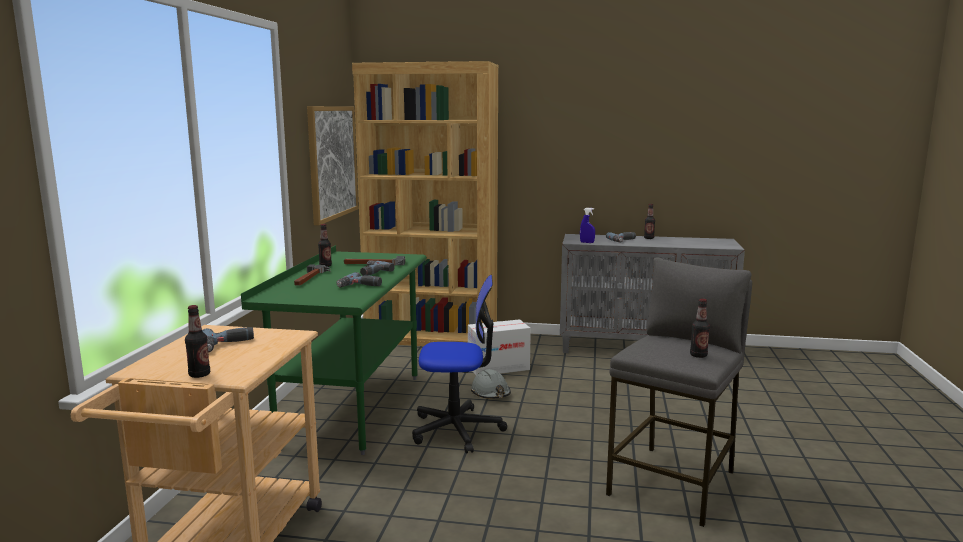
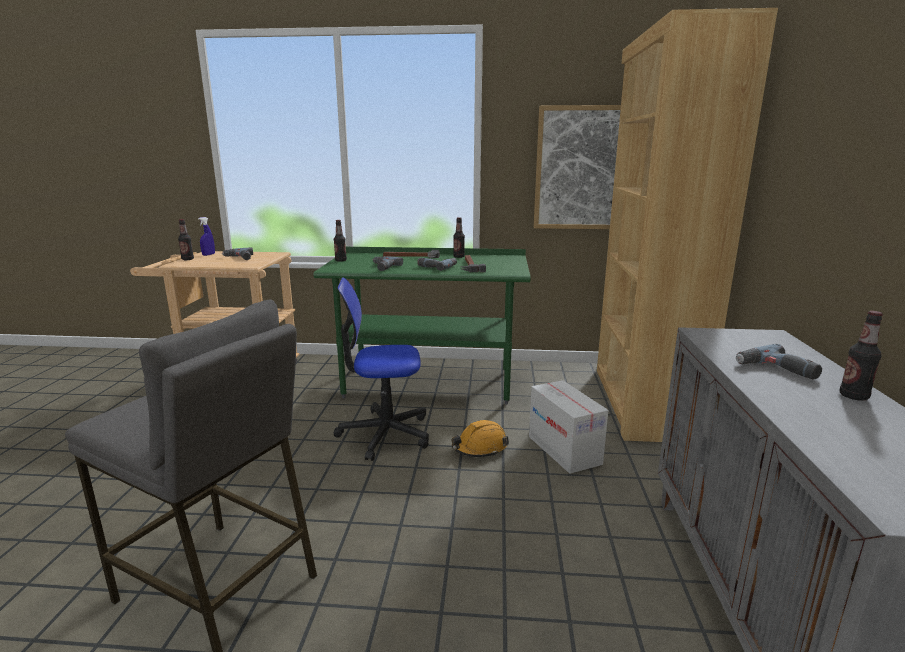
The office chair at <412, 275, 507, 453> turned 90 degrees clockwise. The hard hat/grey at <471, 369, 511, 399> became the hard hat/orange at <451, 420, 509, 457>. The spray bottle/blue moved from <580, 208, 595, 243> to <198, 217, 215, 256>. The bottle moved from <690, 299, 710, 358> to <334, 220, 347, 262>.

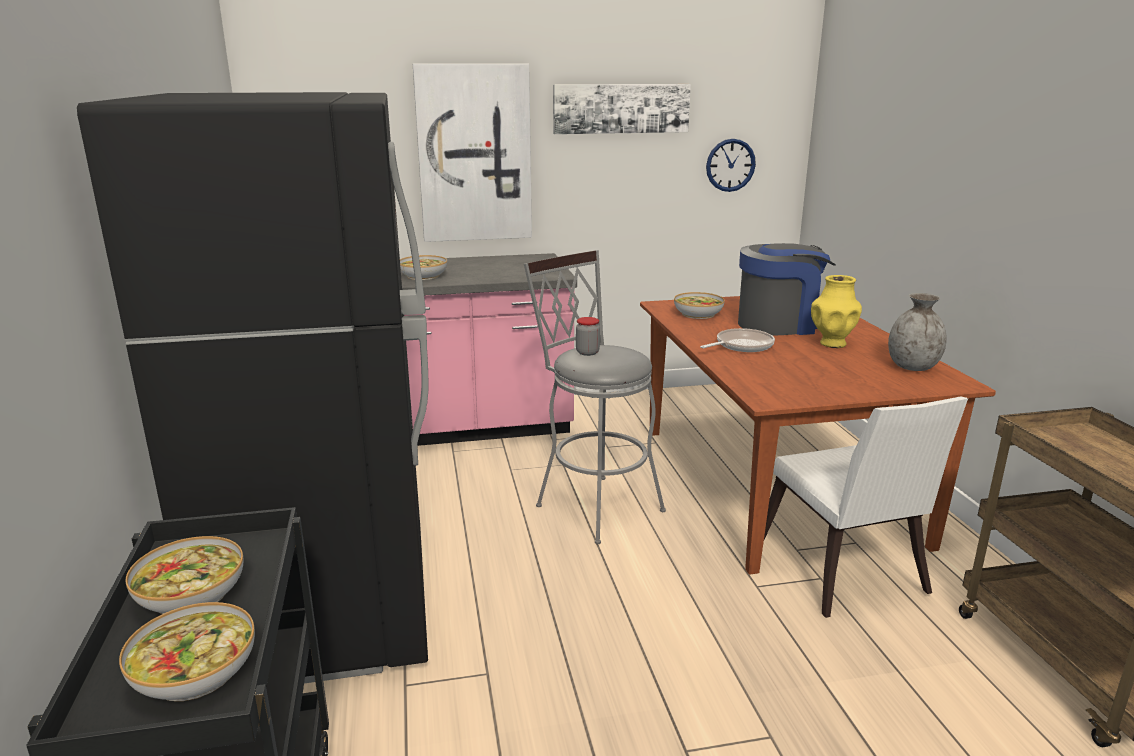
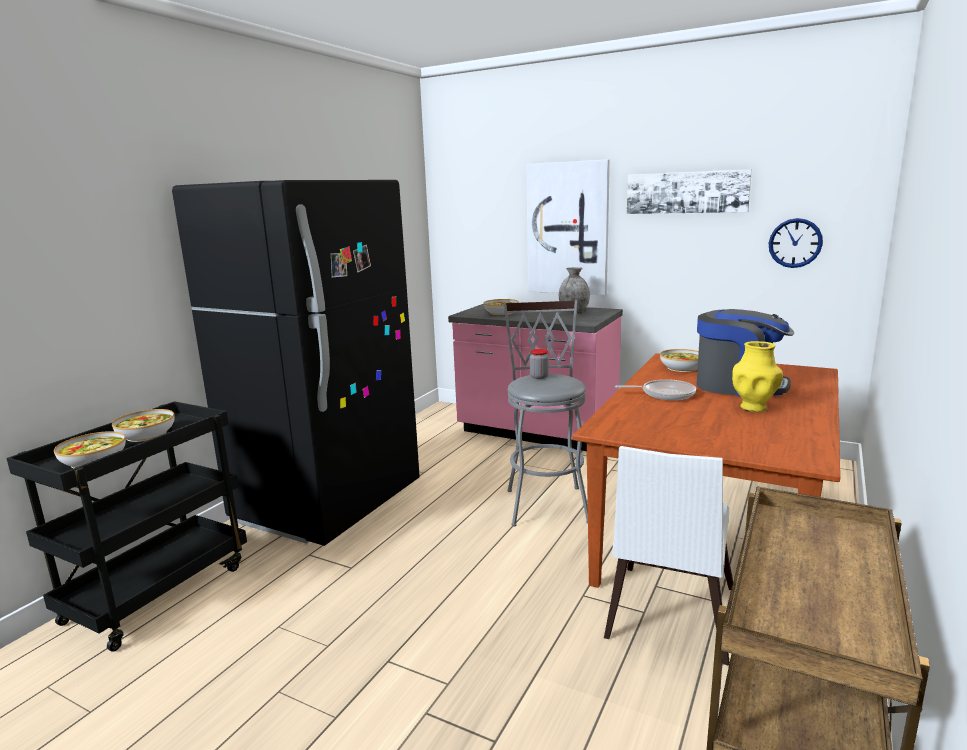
The vase/grey moved from <888, 293, 947, 371> to <559, 267, 590, 312>.

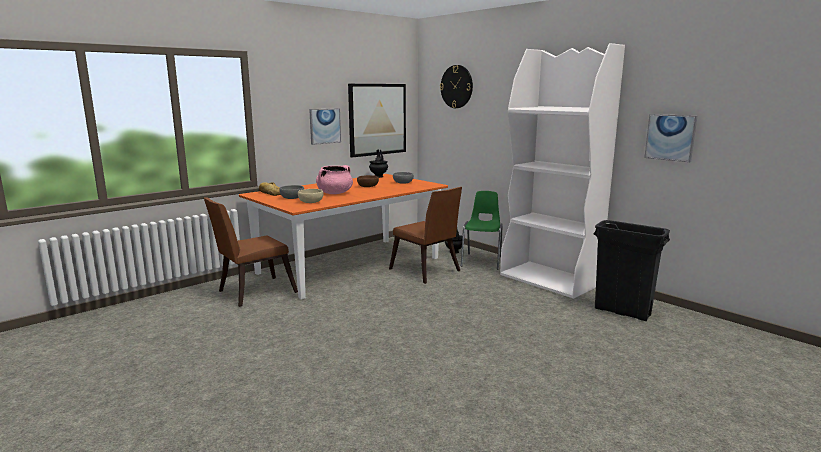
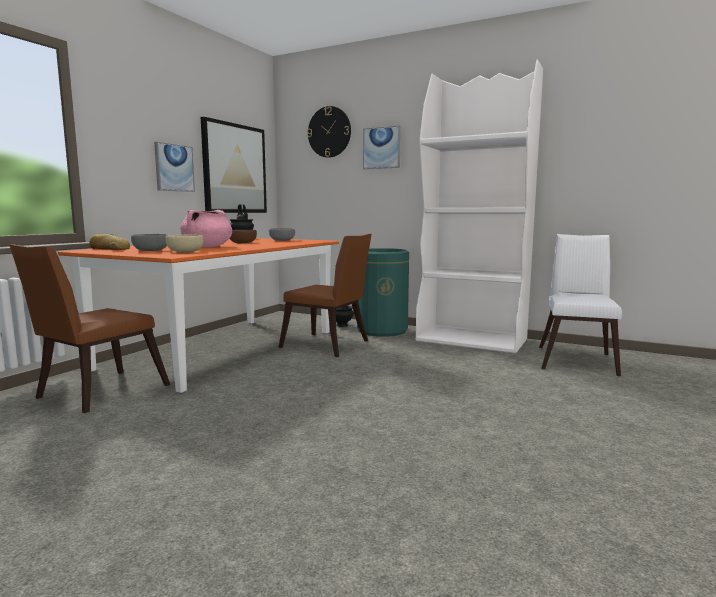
The chair/green at <461, 191, 503, 269> was replaced by the trash can/green at <357, 248, 409, 337>. The trash can/black at <594, 220, 670, 321> was replaced by the chair/white at <539, 234, 622, 376>. The picture moved from <644, 114, 697, 162> to <363, 126, 401, 169>.

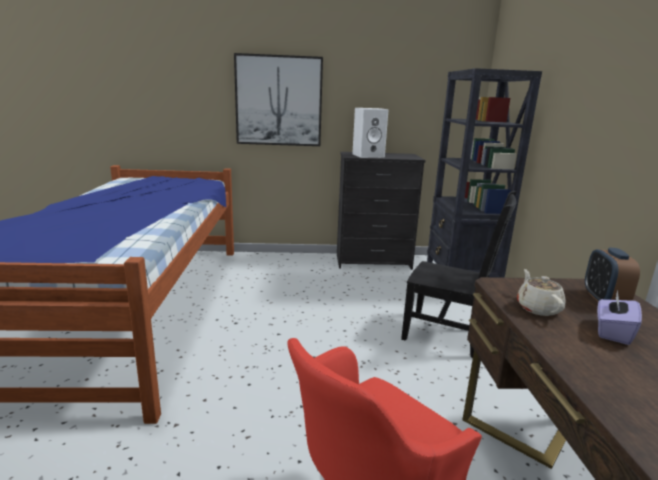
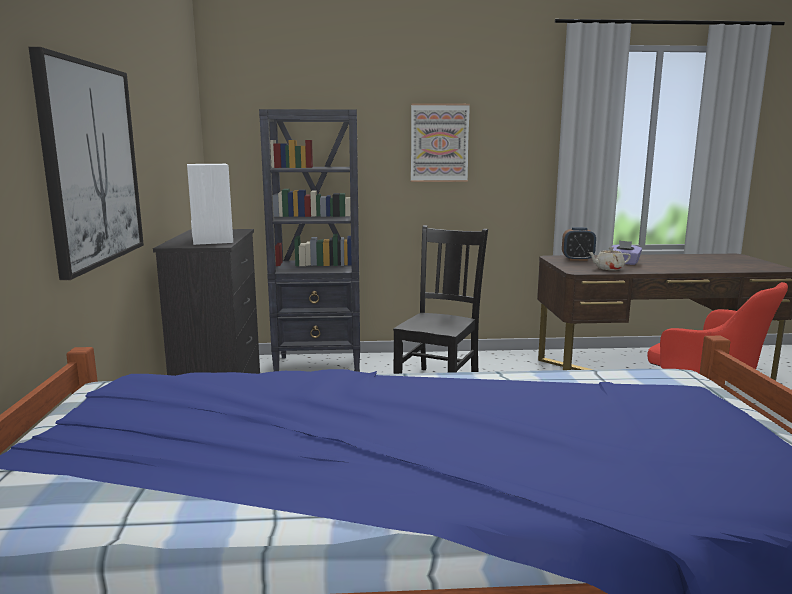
The picture at <411, 103, 470, 182> appeared.

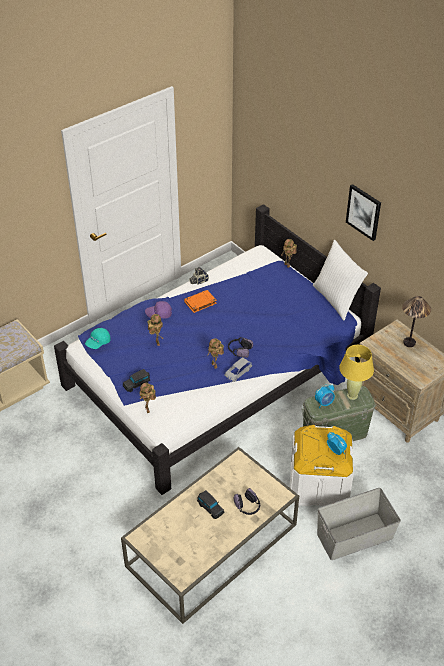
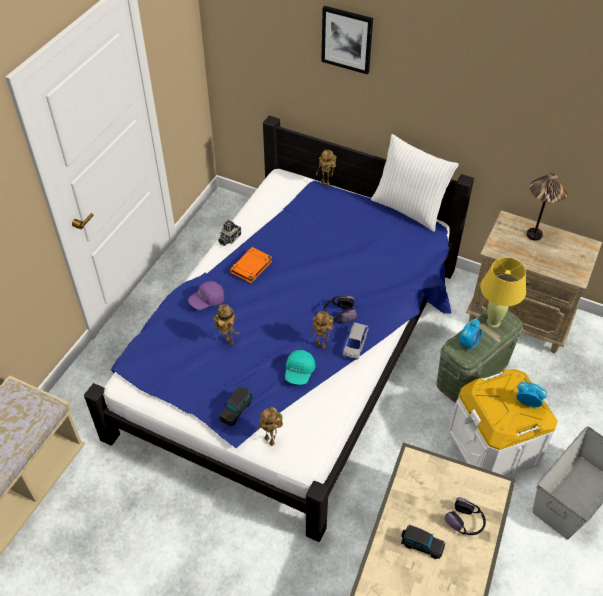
The cap/turquoise moved from <85, 328, 111, 349> to <285, 350, 316, 385>. The picture moved from <346, 184, 381, 241> to <321, 6, 373, 75>.

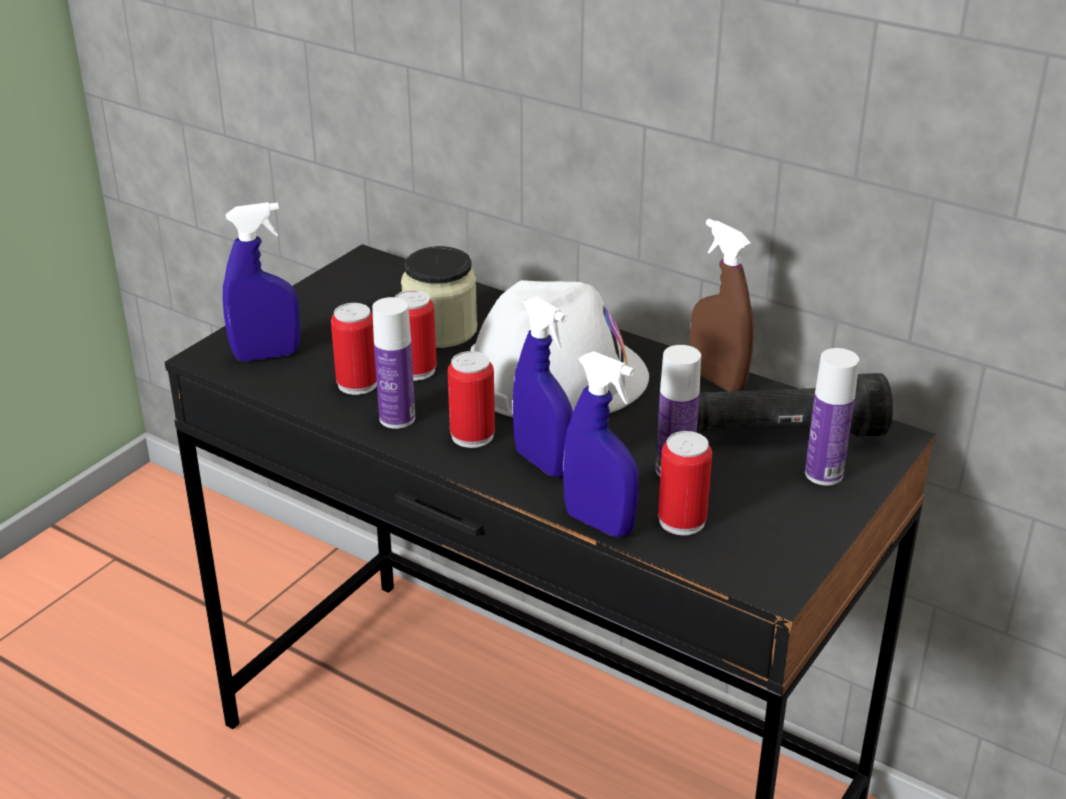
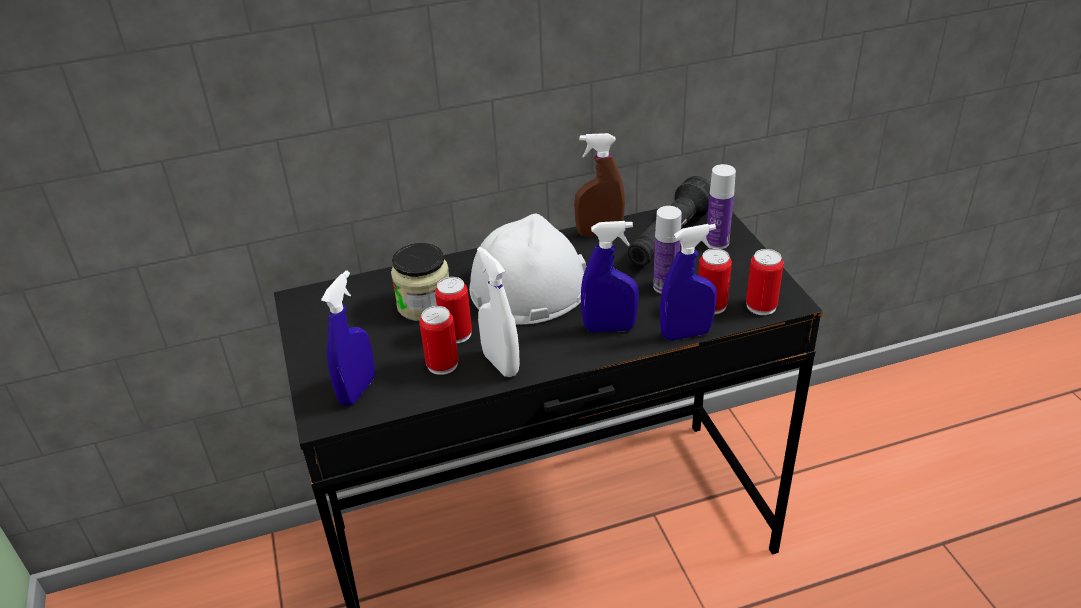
The bottle at <372, 297, 415, 429> was replaced by the spray bottle/white at <477, 247, 520, 377>. The can moved from <448, 351, 495, 448> to <746, 249, 784, 315>.

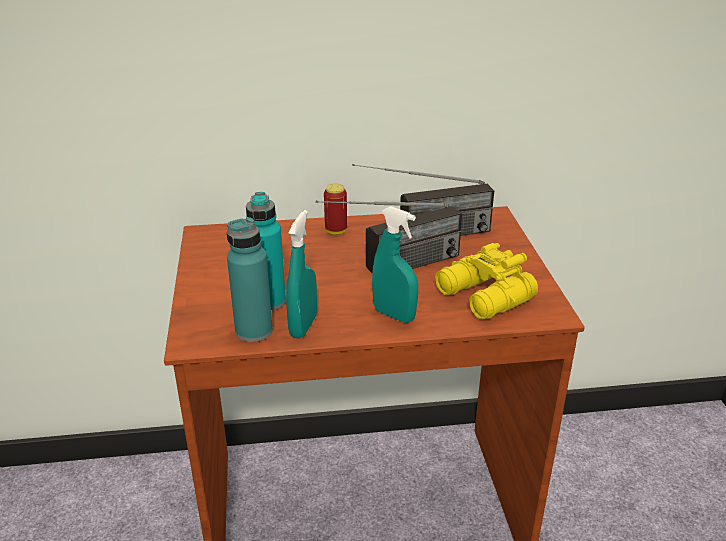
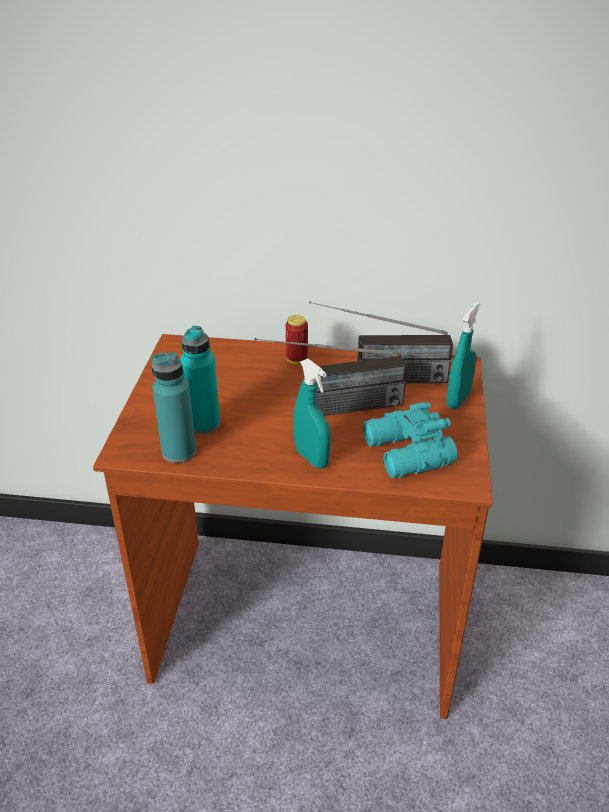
The spray bottle/turquoise moved from <286, 210, 317, 339> to <446, 302, 480, 409>. The binoculars/yellow at <435, 243, 538, 320> became the binoculars/turquoise at <363, 402, 457, 478>.

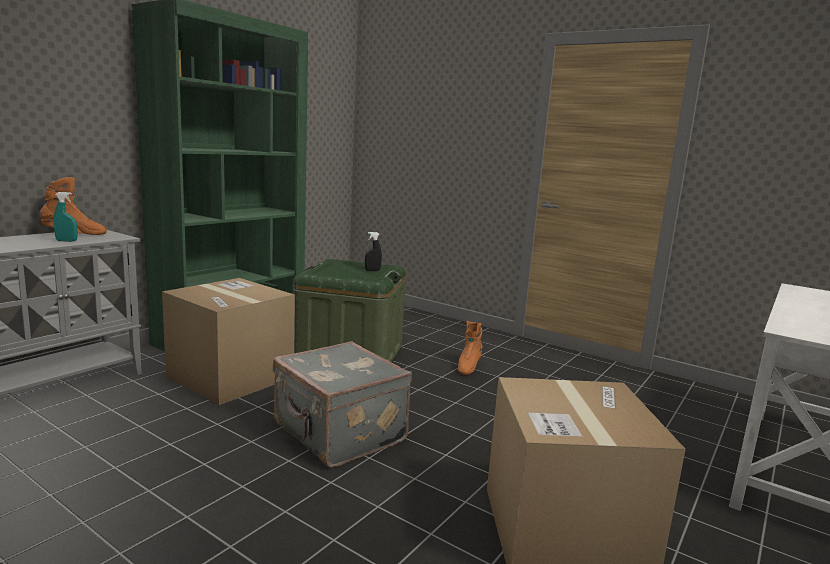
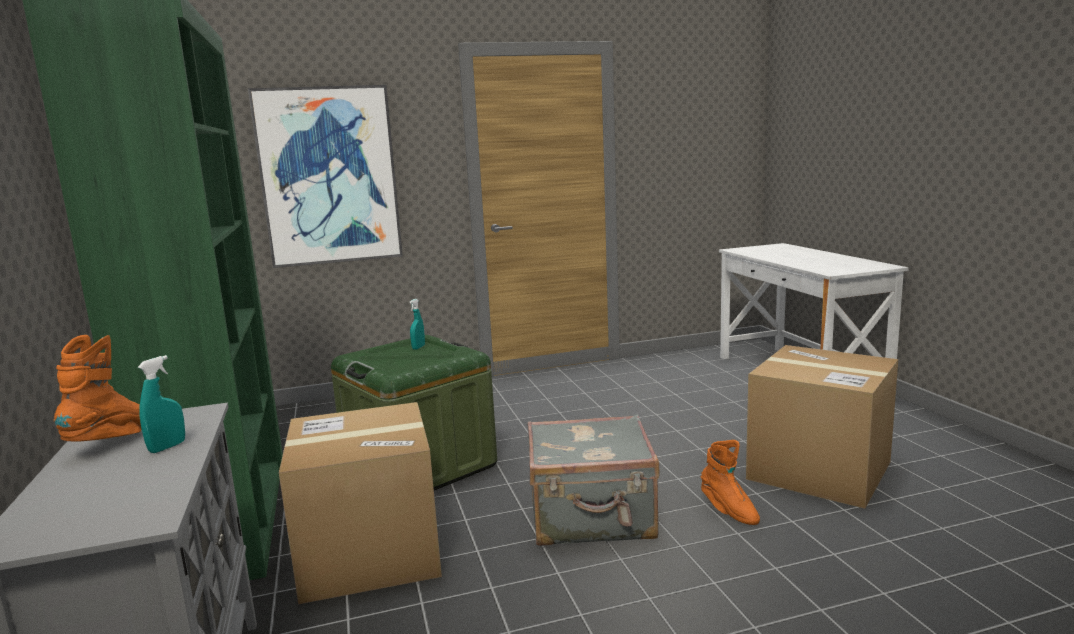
The spray bottle/black at <365, 232, 382, 271> became the spray bottle/turquoise at <409, 299, 425, 350>. The boot/orange moved from <458, 321, 483, 375> to <701, 440, 760, 525>. The picture at <248, 85, 403, 268> appeared.

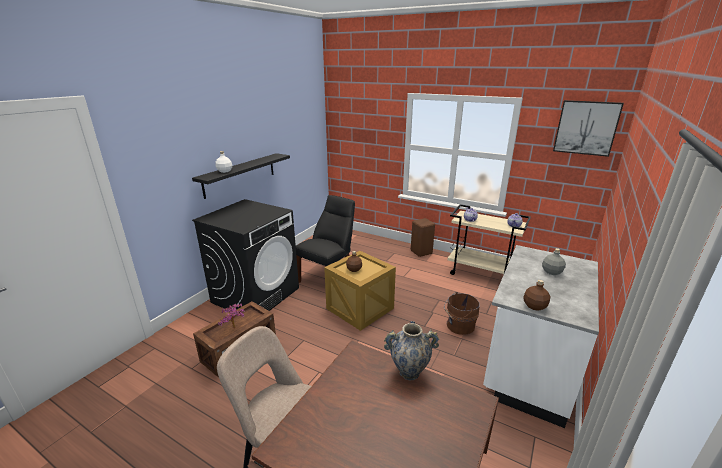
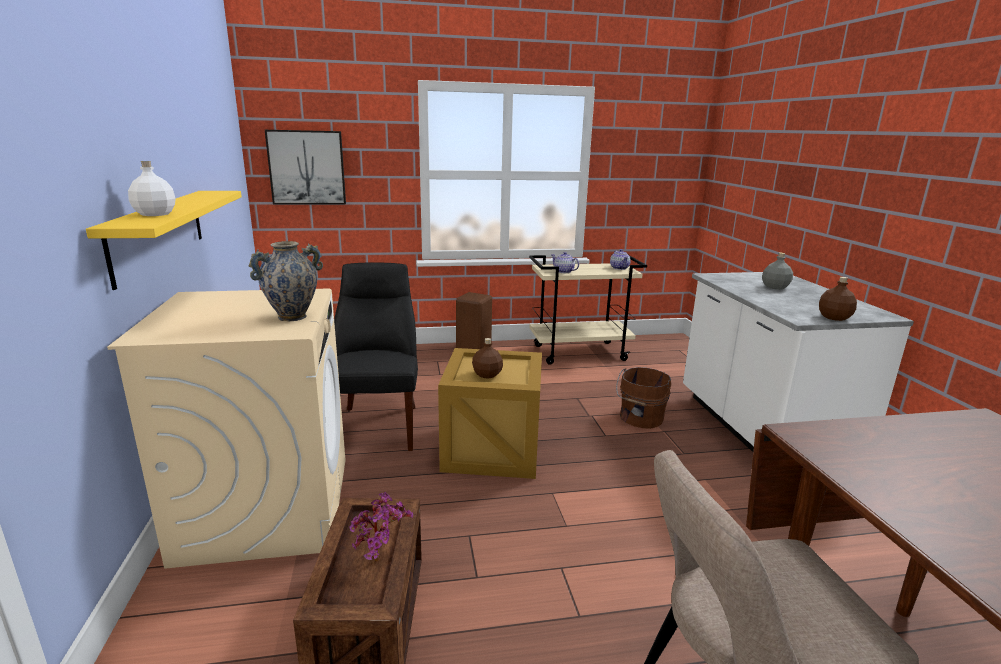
The shelf/black at <192, 153, 290, 199> became the shelf/yellow at <86, 191, 242, 290>. The washing machine/black at <192, 199, 299, 311> became the washing machine/beige at <107, 288, 346, 569>. The vase moved from <384, 321, 439, 380> to <248, 241, 323, 321>. The picture moved from <553, 100, 624, 157> to <265, 130, 346, 205>.

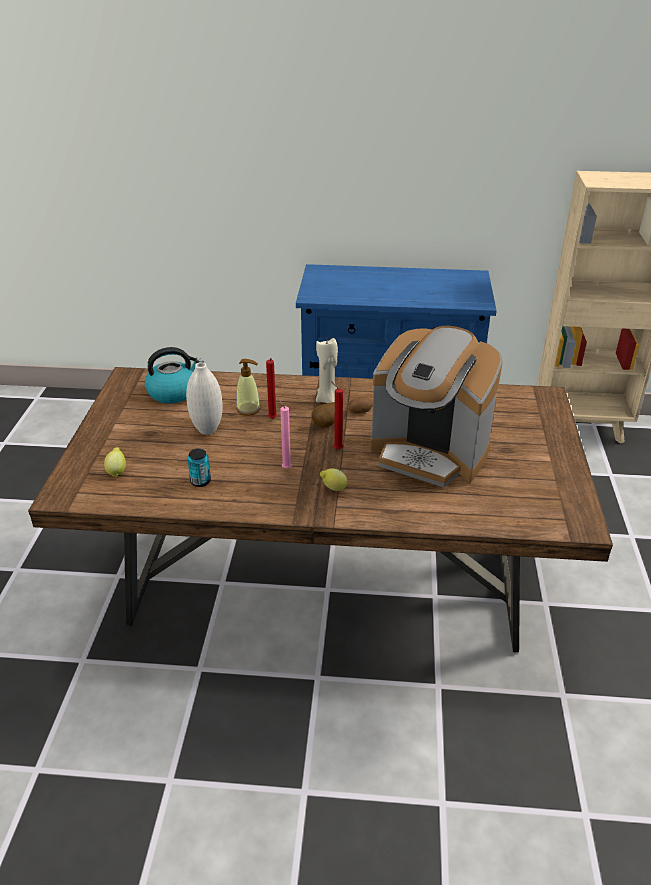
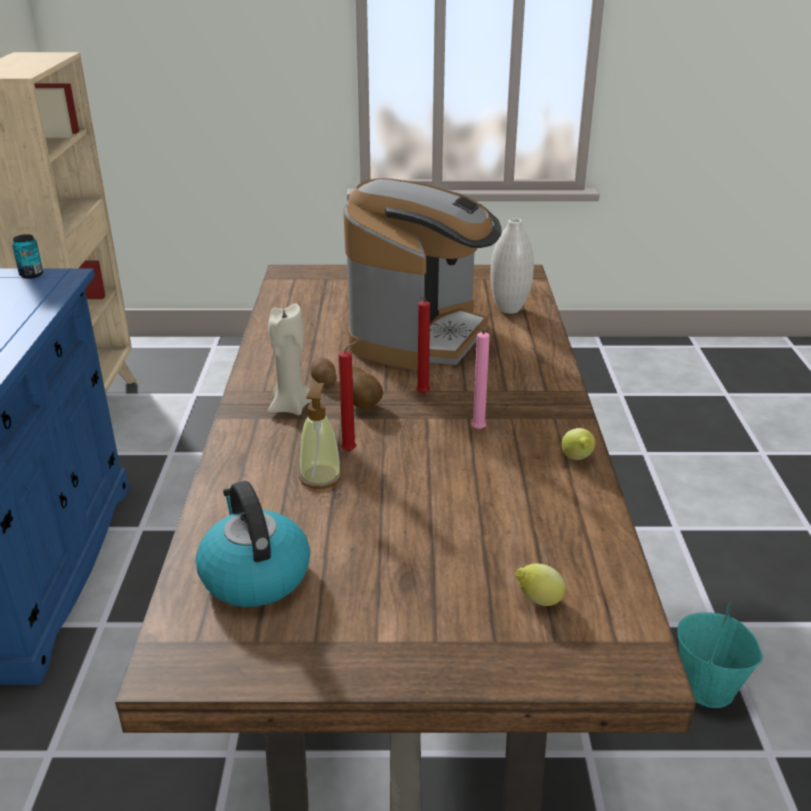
The vase/white moved from <186, 362, 223, 435> to <491, 218, 534, 314>. The can moved from <187, 449, 211, 487> to <12, 234, 43, 279>. The lemon moved from <320, 468, 347, 491> to <561, 428, 595, 460>. The bucket/turquoise at <677, 602, 763, 708> appeared.

